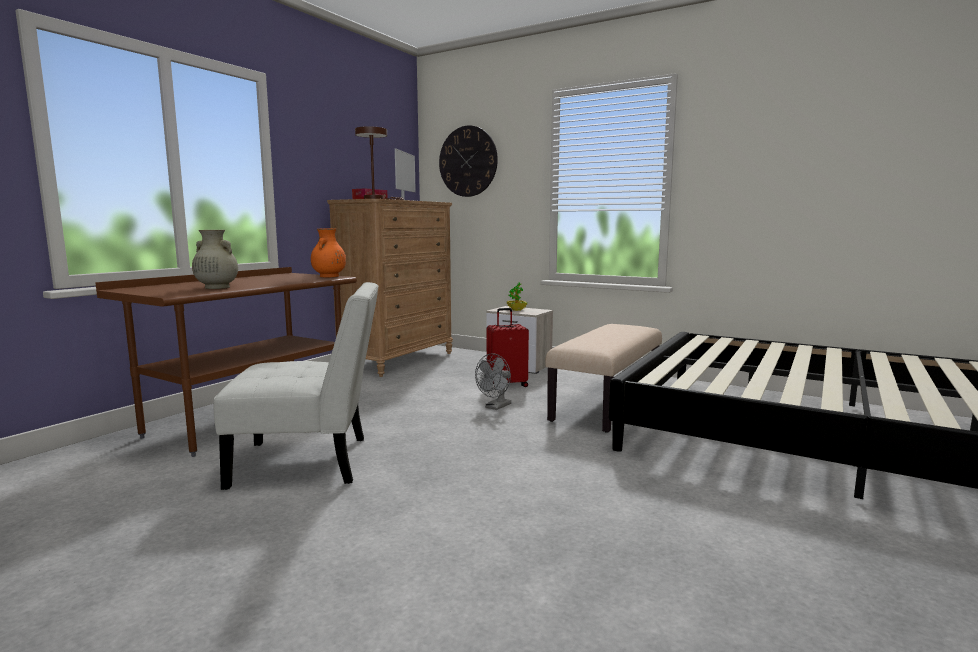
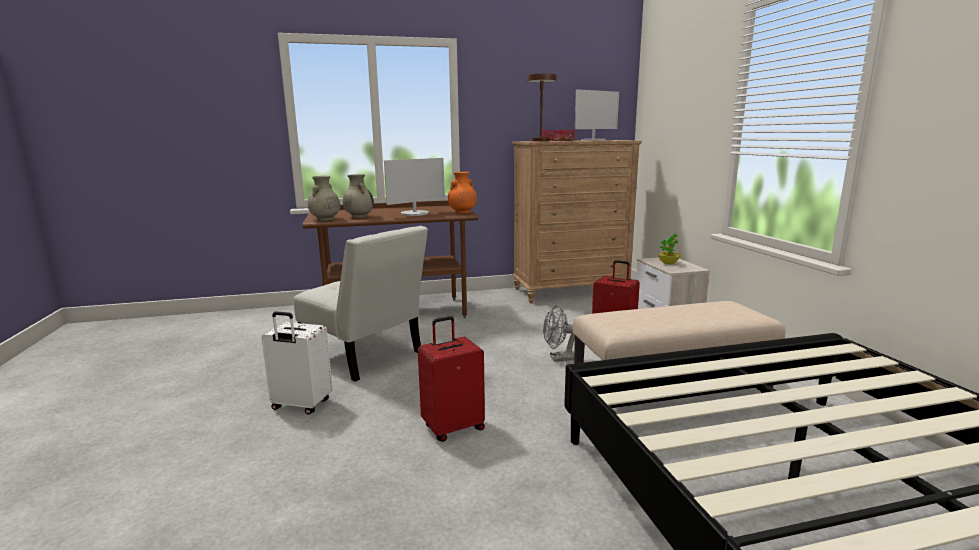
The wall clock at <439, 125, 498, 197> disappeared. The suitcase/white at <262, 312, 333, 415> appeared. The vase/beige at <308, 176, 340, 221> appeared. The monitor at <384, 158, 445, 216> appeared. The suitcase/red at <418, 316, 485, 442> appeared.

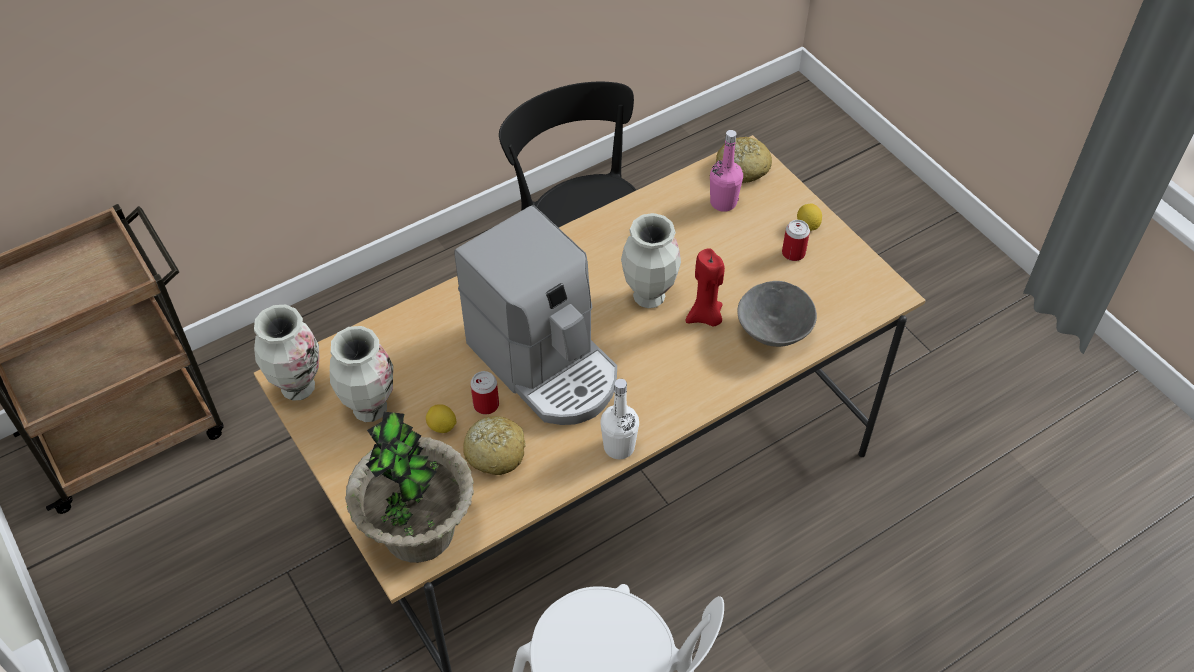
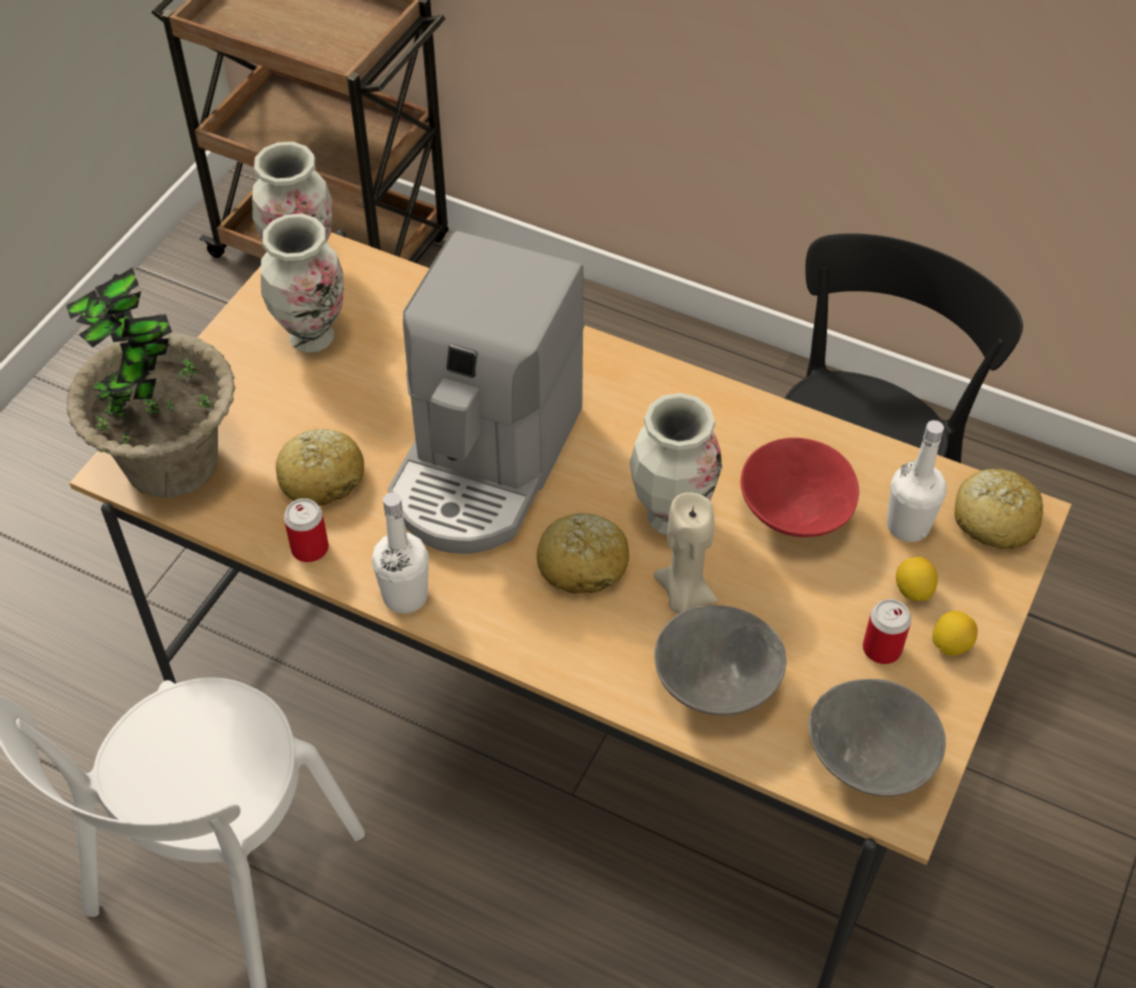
The lemon moved from <426, 404, 456, 433> to <896, 557, 938, 601>. The can moved from <470, 371, 499, 415> to <284, 498, 329, 562>. The candle/red at <686, 248, 725, 327> became the candle/beige at <654, 492, 718, 614>. The bottle/pink at <710, 130, 743, 212> became the bottle/white at <887, 420, 947, 542>. The bread at <537, 513, 629, 594> appeared. The bowl/red at <741, 438, 859, 537> appeared. The bowl/grey at <808, 679, 946, 797> appeared.

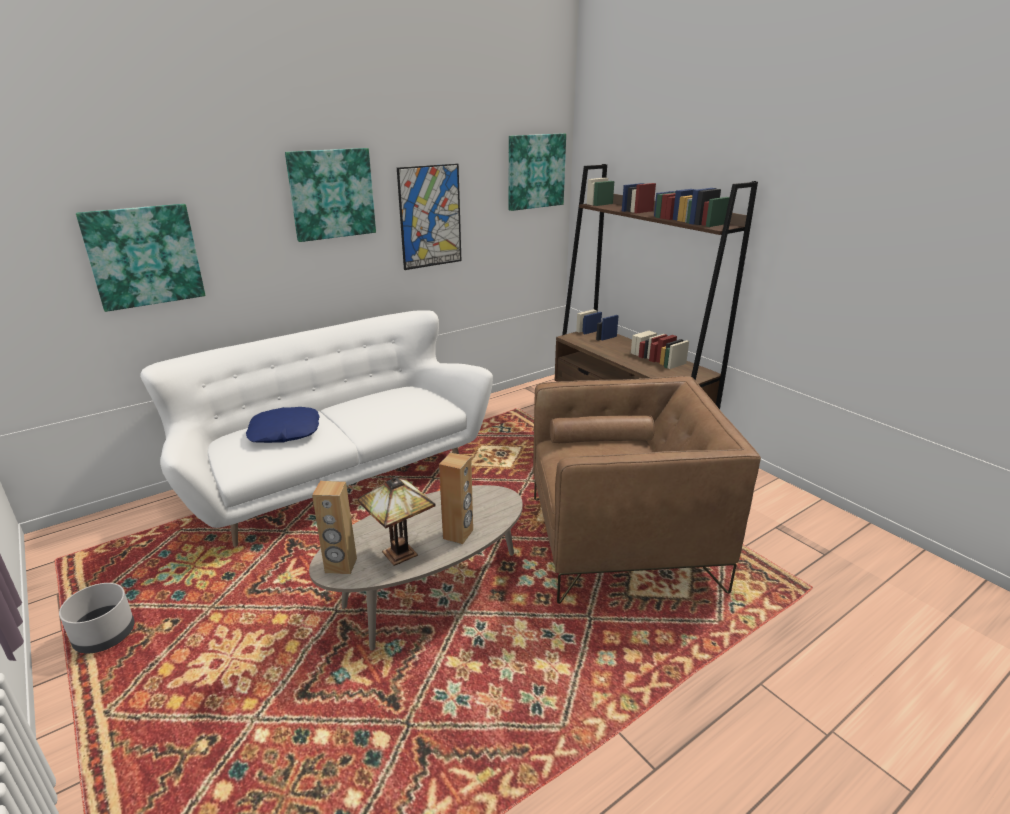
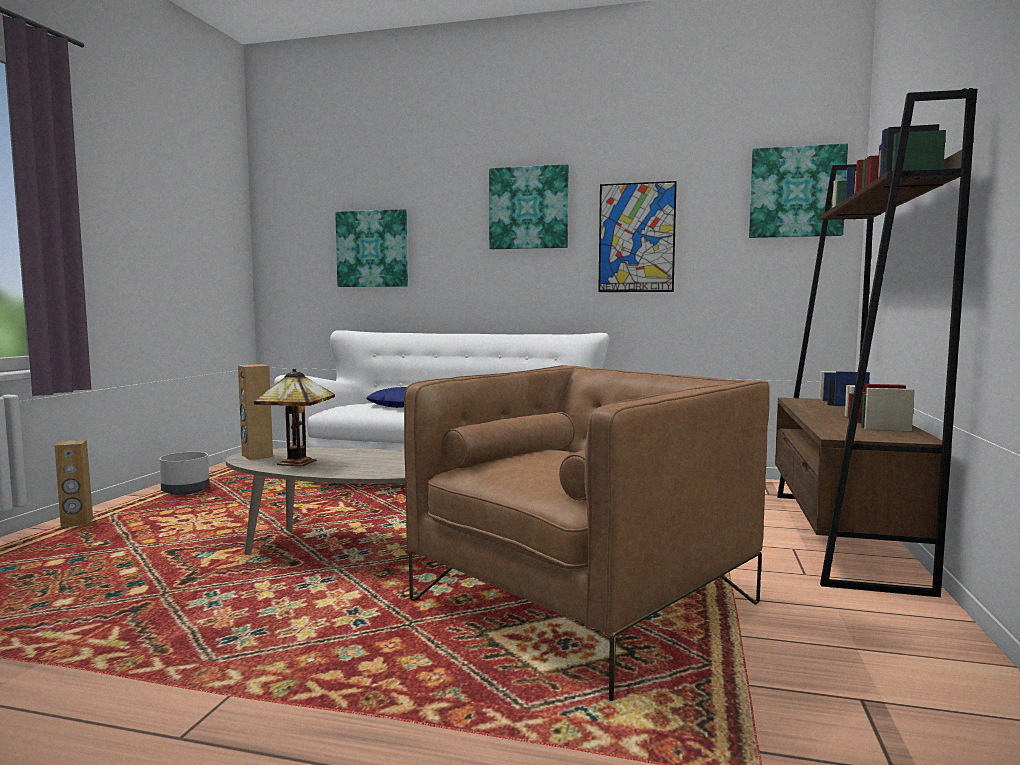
The speaker/brown moved from <439, 453, 473, 544> to <55, 440, 93, 527>. The armchair/brown at <533, 376, 761, 604> turned 90 degrees counterclockwise.

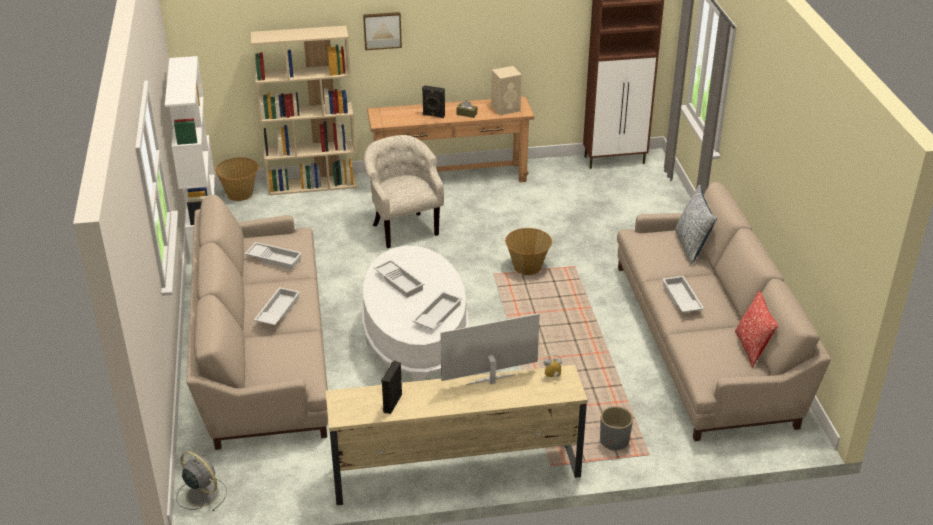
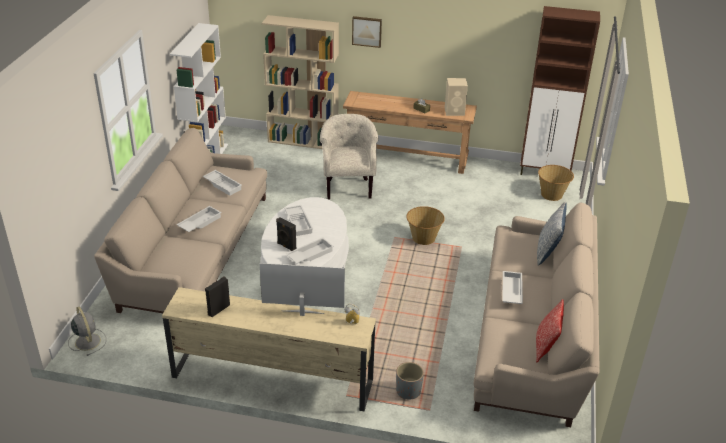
The basket moved from <216, 158, 259, 201> to <538, 165, 574, 201>. The speaker/black moved from <422, 85, 445, 118> to <276, 217, 296, 251>.

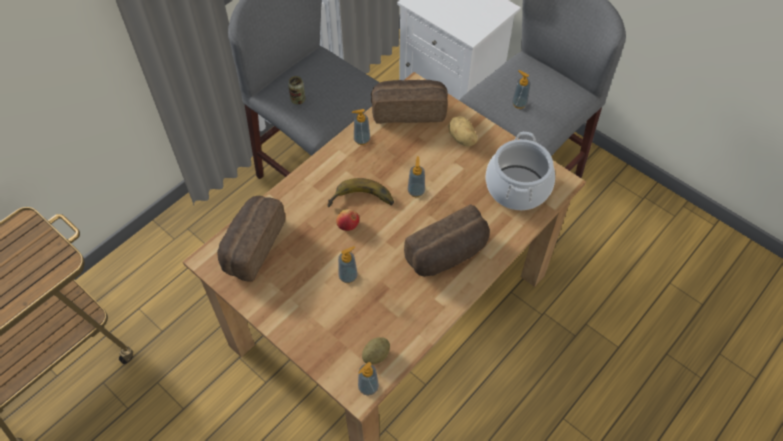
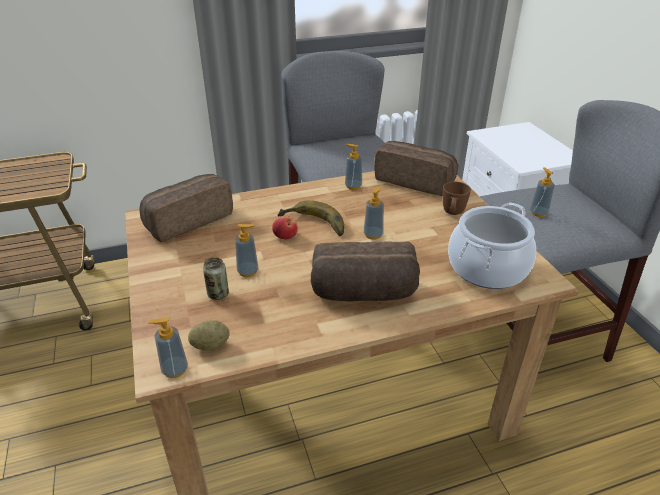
The can moved from <288, 76, 305, 105> to <203, 257, 229, 300>. The potato at <448, 116, 477, 146> was replaced by the mug/brown at <443, 181, 471, 215>.

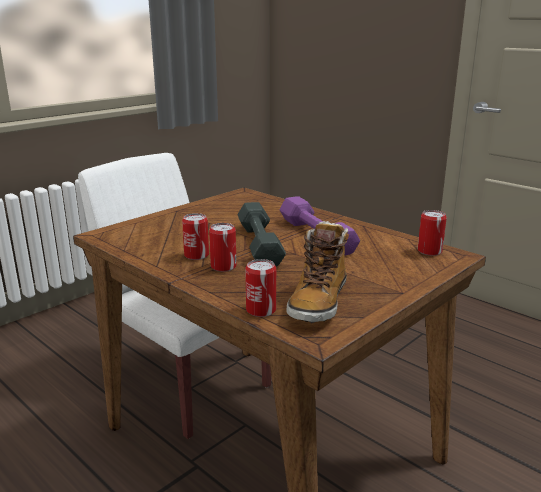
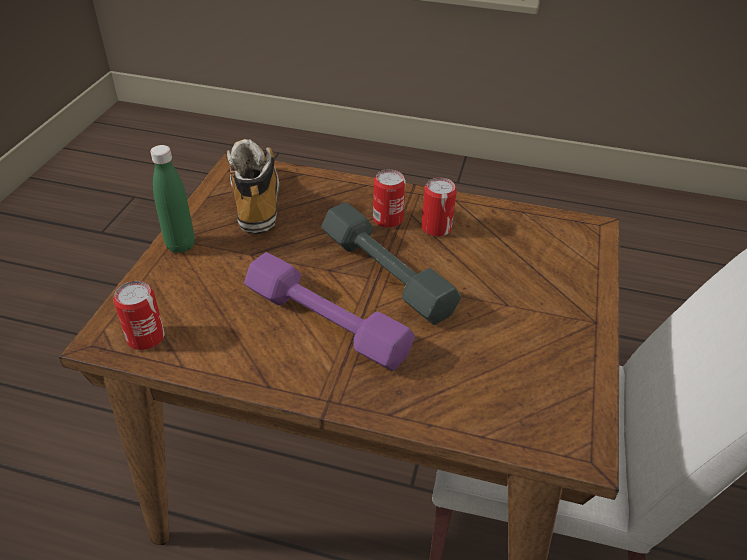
The can at <245, 259, 276, 317> disappeared. The bottle/green at <150, 145, 195, 253> appeared.

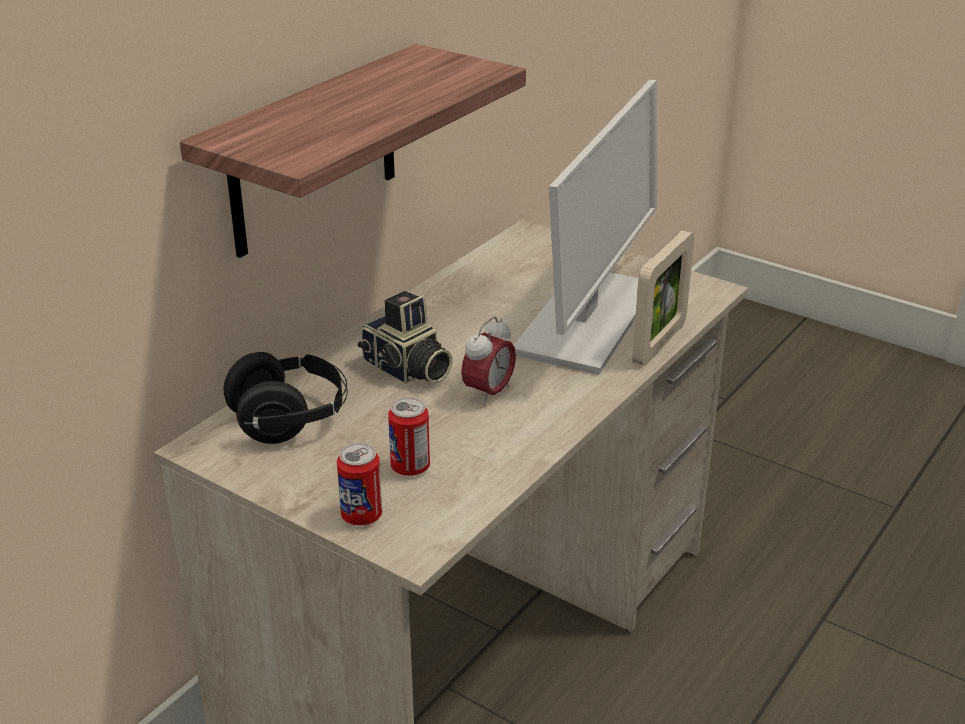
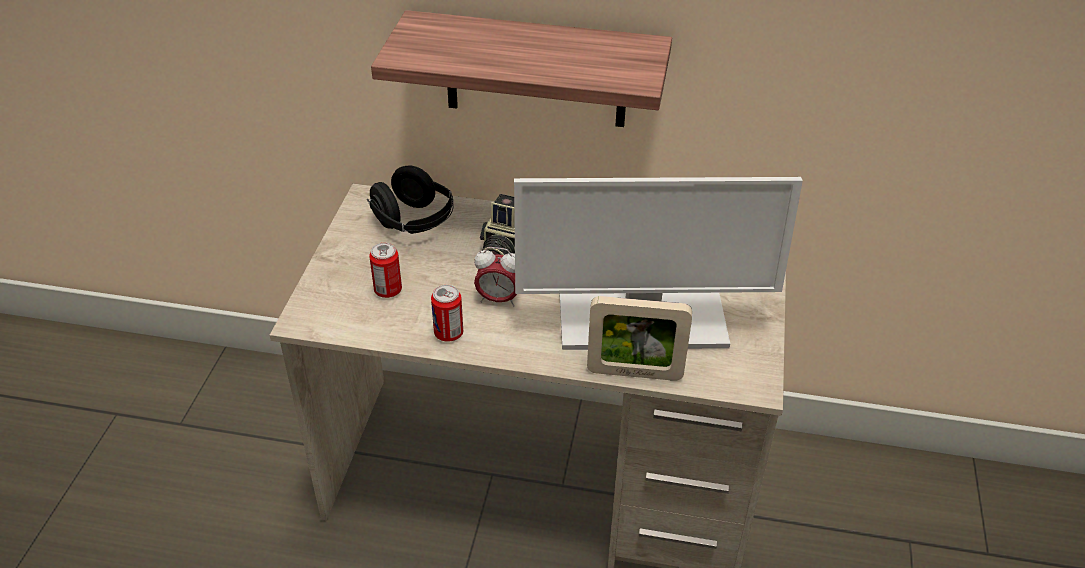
The can moved from <337, 443, 382, 525> to <431, 285, 463, 342>.

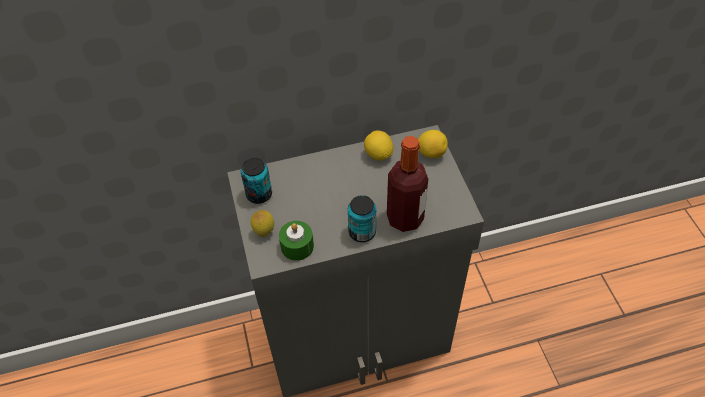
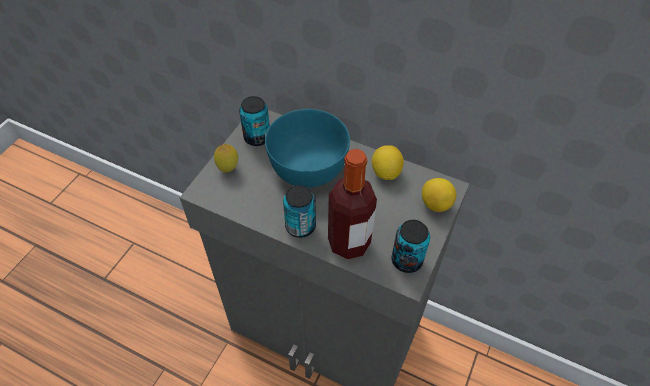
The candle/green at <279, 221, 314, 261> disappeared. The bowl/turquoise at <265, 109, 350, 188> appeared. The can at <391, 220, 430, 273> appeared.

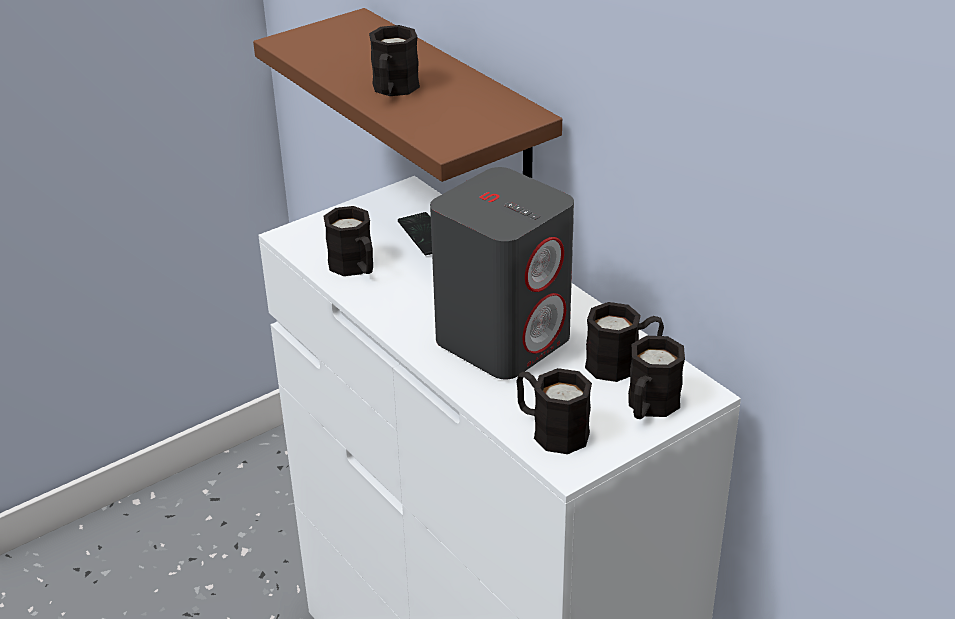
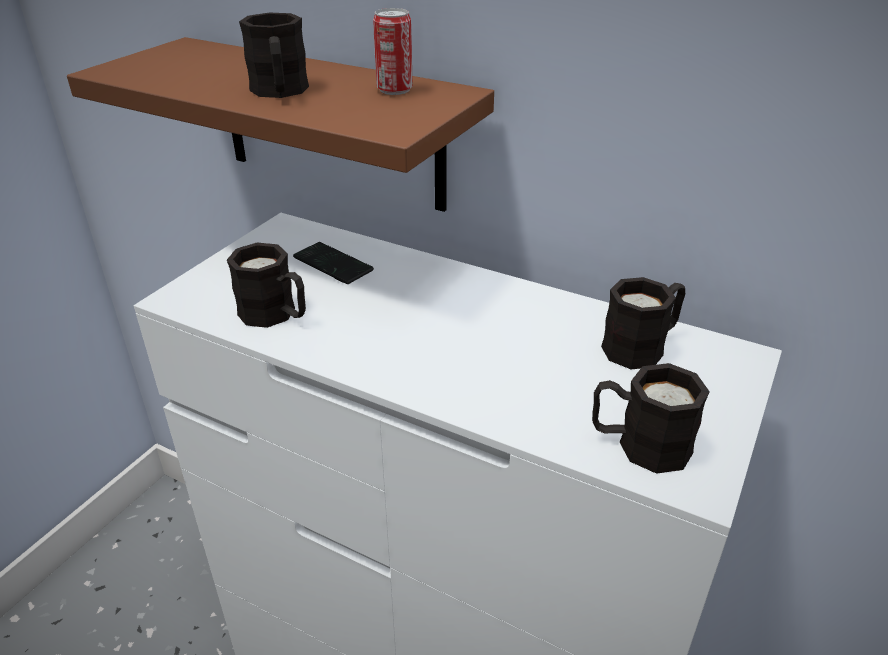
The speaker/grey at <430, 167, 574, 380> disappeared. The mug/black at <628, 336, 685, 419> disappeared. The can at <373, 8, 413, 95> appeared.

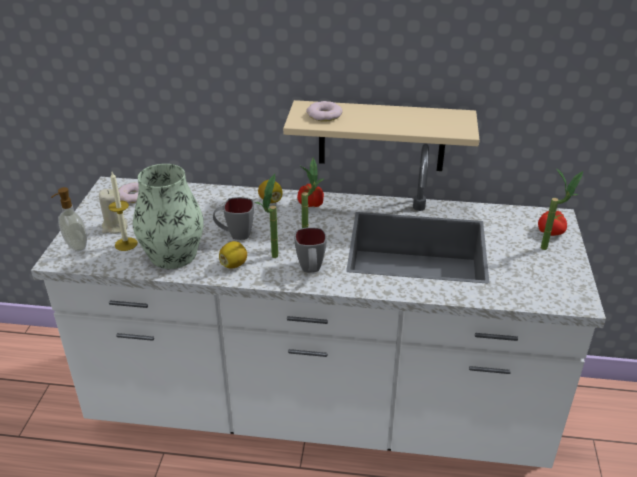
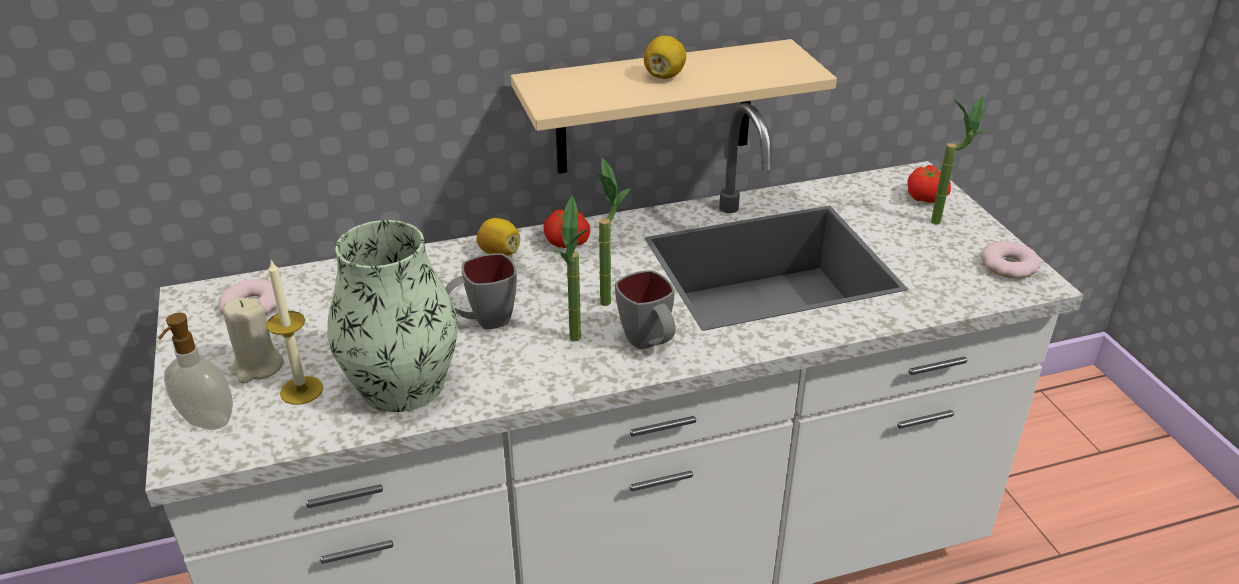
The lemon moved from <219, 241, 247, 269> to <644, 36, 686, 79>. The donut moved from <306, 101, 342, 122> to <981, 241, 1041, 279>.

